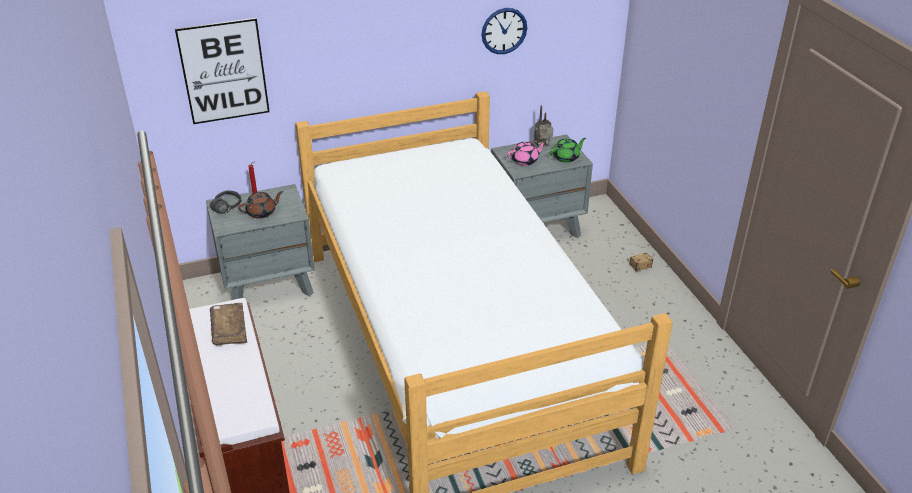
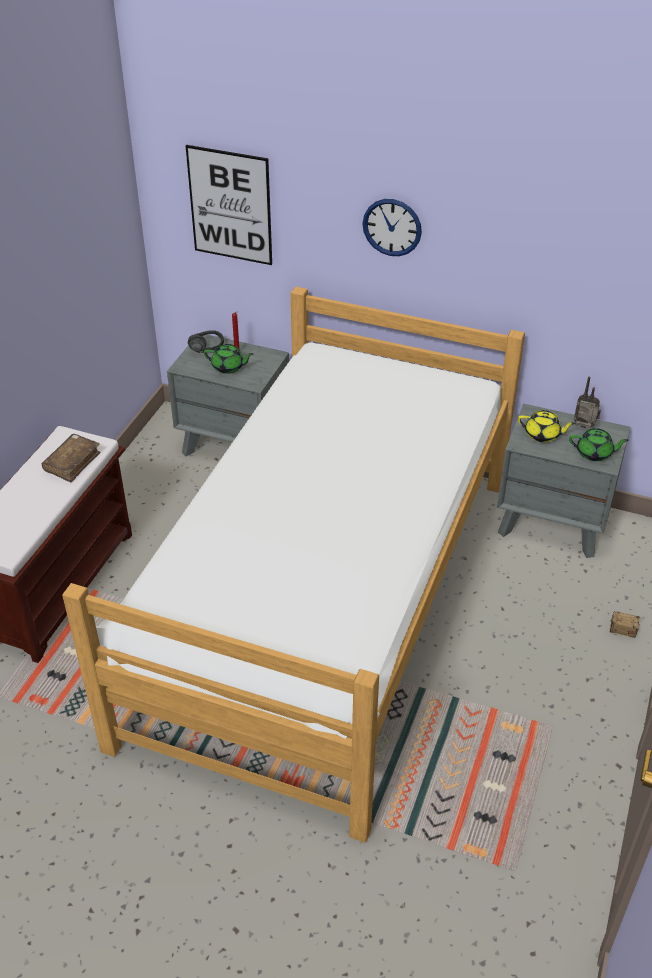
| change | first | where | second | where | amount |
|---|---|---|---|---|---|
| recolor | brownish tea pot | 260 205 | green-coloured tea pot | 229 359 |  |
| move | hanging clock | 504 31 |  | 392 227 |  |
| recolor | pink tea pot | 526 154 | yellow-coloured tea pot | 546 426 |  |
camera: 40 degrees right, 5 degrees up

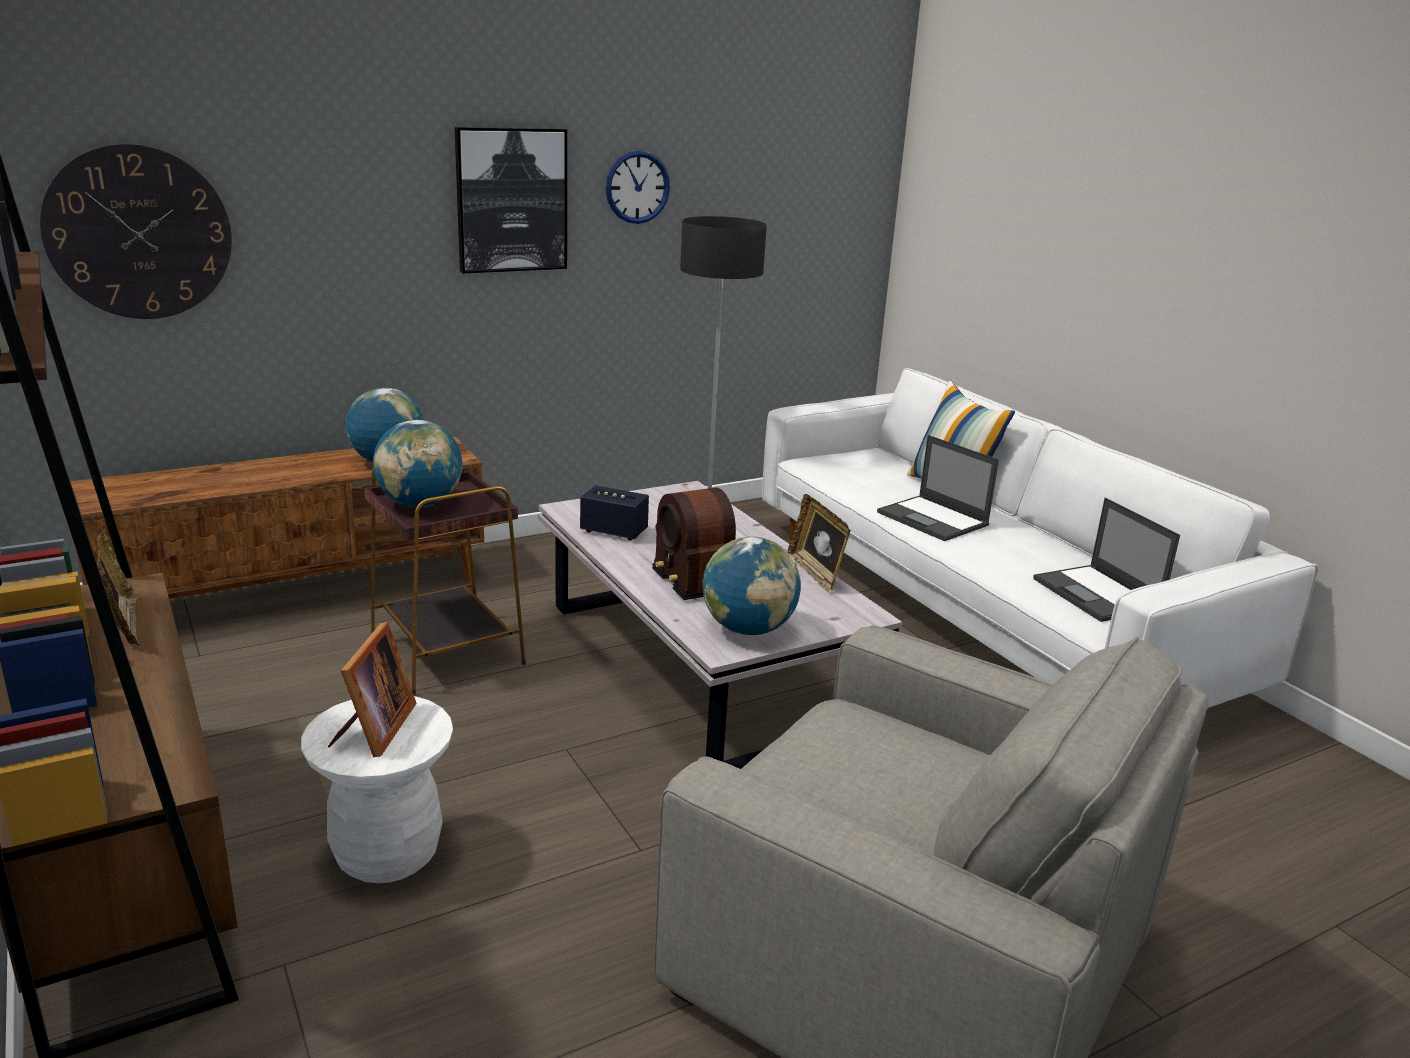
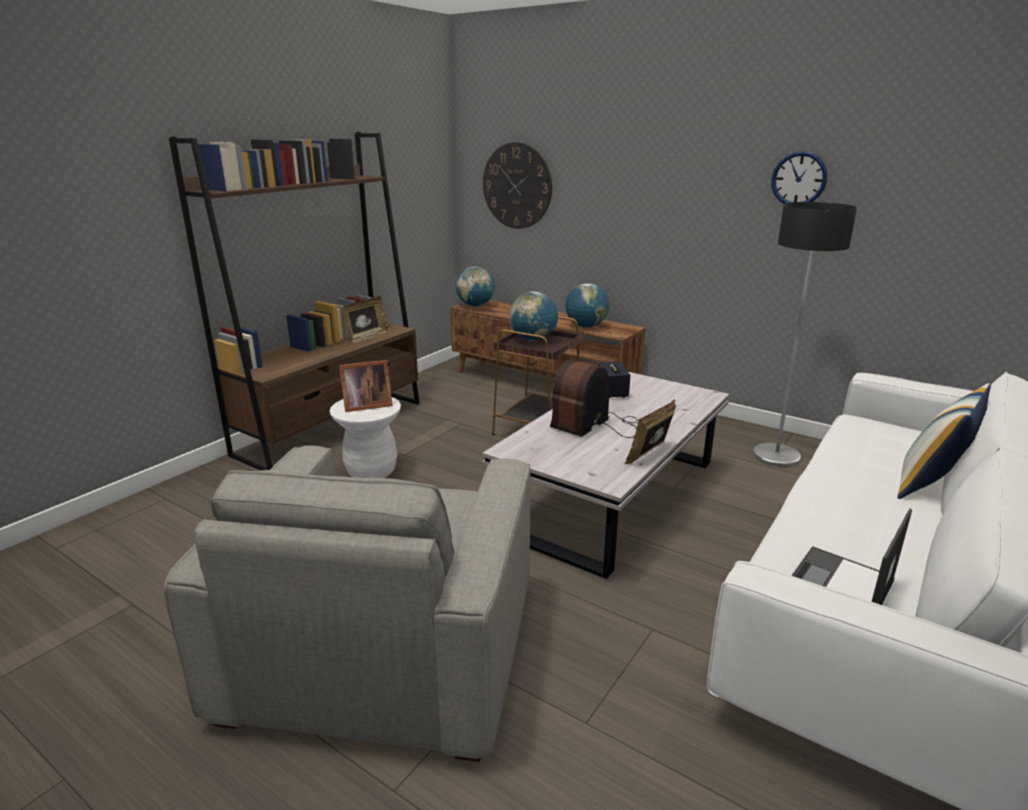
| change | first | where | second | where | amount |
|---|---|---|---|---|---|
| delete | wall picture | 511 200 |  |  |  |
| move | globe | 752 585 |  | 475 287 |  |
| delete | notebook computer | 938 488 |  |  |  |
camera: 65 degrees right, 0 degrees up

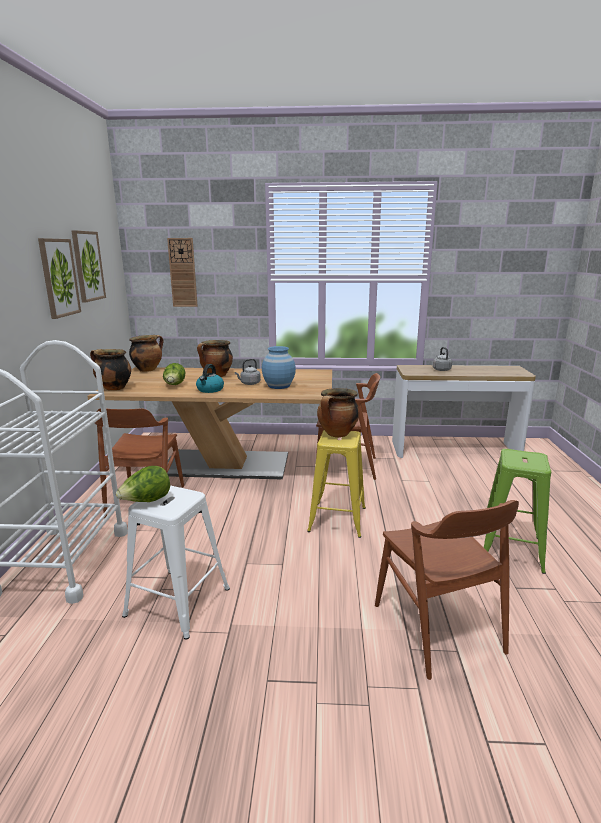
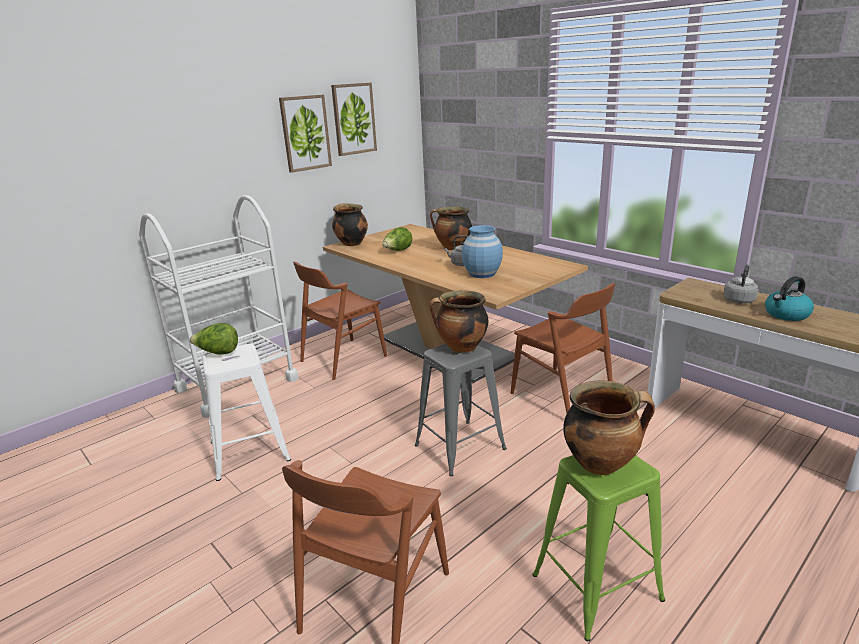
| change | first | where | second | where | amount |
|---|---|---|---|---|---|
| move | stockpot | 146 353 |  | 609 428 |  |
| delete | hanging clock | 182 272 |  |  |  |
| move | tea kettle | 210 378 |  | 789 298 |  |
| recolor | yellow-coloured sitting stool | 336 484 | gray sitting stool | 461 410 |  |
camera: 45 degrees right, 5 degrees up

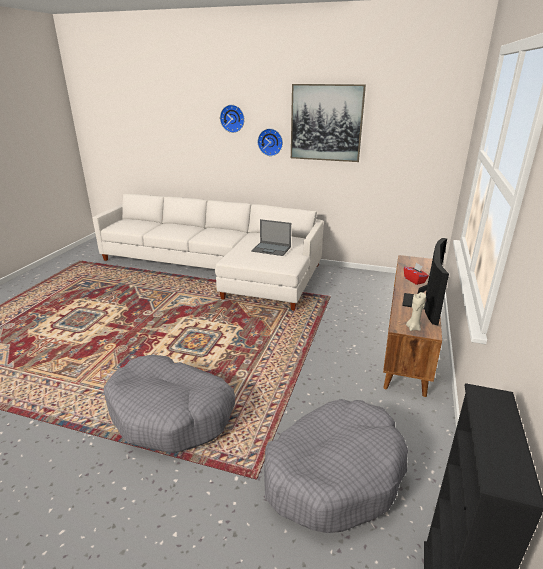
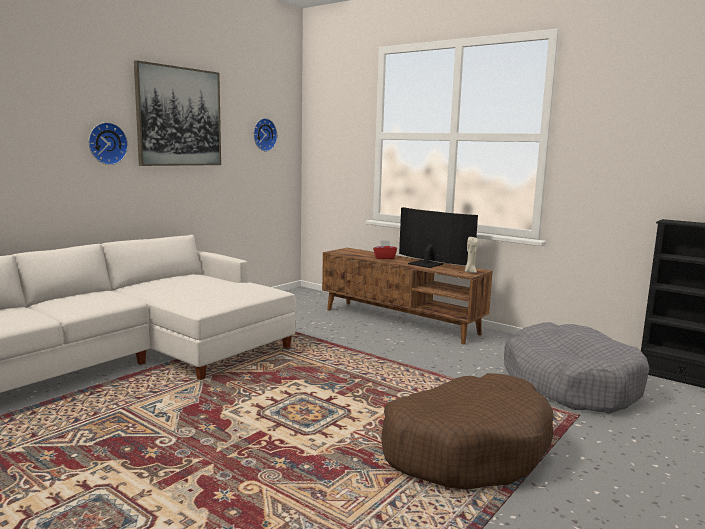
| change | first | where | second | where | amount |
|---|---|---|---|---|---|
| recolor | gray dog bed | 169 404 | brownish dog bed | 467 431 |  |
| move | hanging clock | 232 119 |  | 265 134 |  |
| delete | notebook computer | 271 237 |  |  |  |
camera: 70 degrees left, 15 degrees down

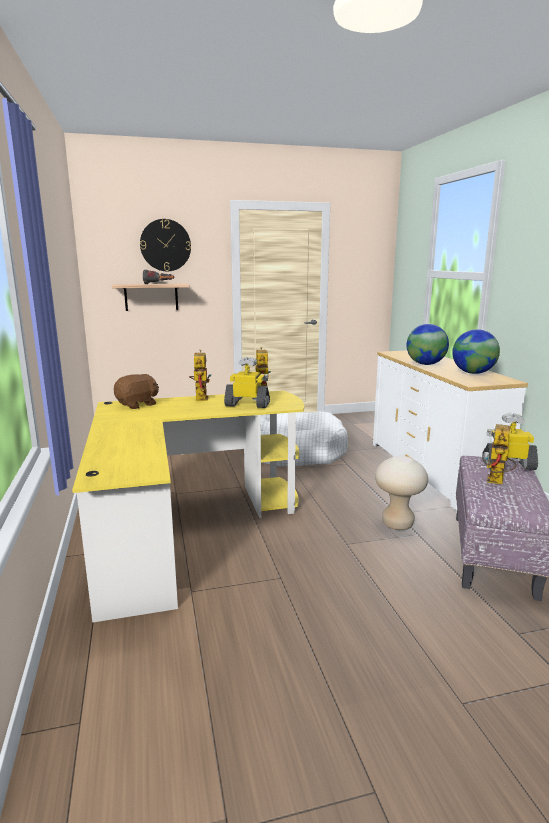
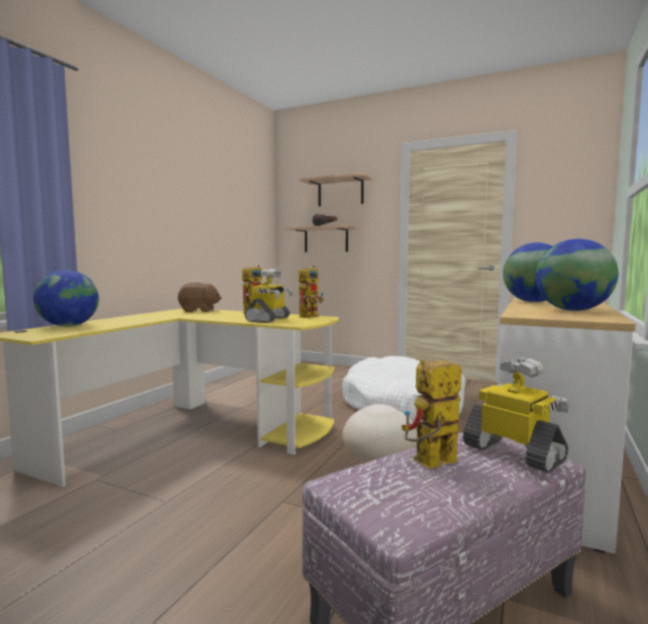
| change | first | where | second | where | amount |
|---|---|---|---|---|---|
| replace | hanging clock | 165 245 | wall shelf | 335 189 |  |
| rotate | robot figure | 247 382 |  | 269 296 | 60 degrees clockwise |
| insert |  |  | globe | 66 298 |  |
camera: 40 degrees right, 10 degrees down

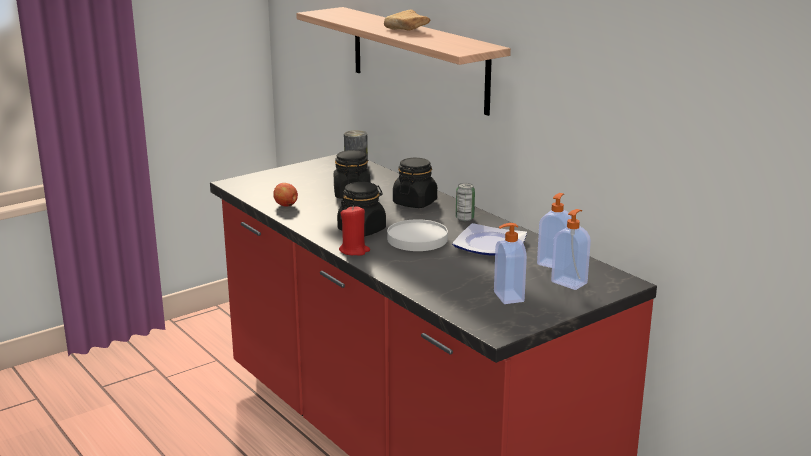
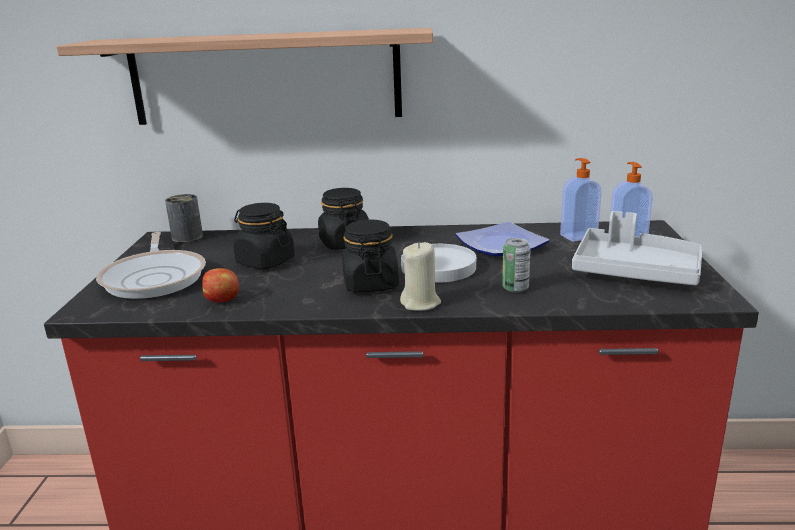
| change | first | where | second | where | amount |
|---|---|---|---|---|---|
| recolor | red wax candle | 354 230 | beige-coloured wax candle | 420 276 |  |
| delete | baked bread | 407 19 |  |  |  |
| move | metal can | 465 202 |  | 516 265 |  |
| replace | liquid soap bottle | 510 263 | gray serving tray | 637 248 |  |
| insert |  |  | skillet | 151 265 |  |
camera: 50 degrees left, 0 degrees up

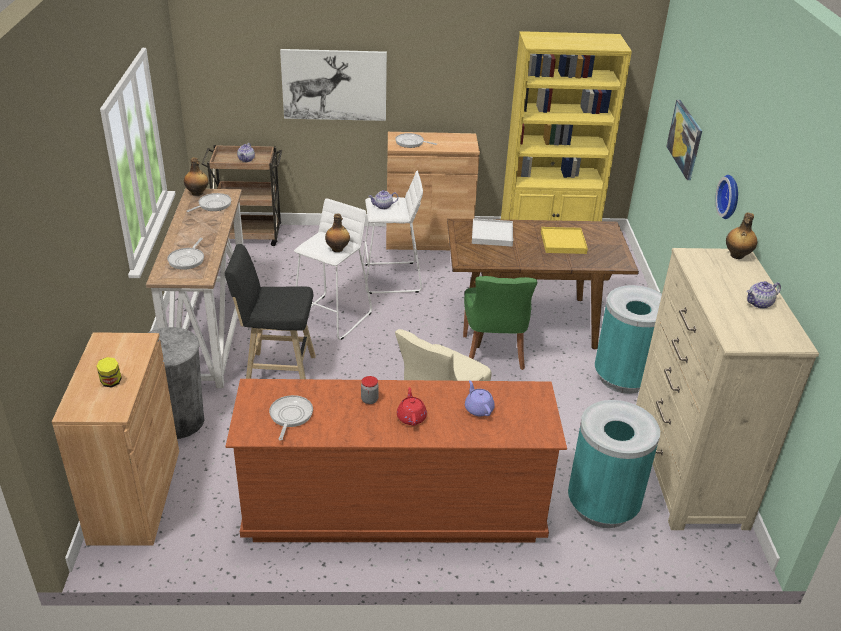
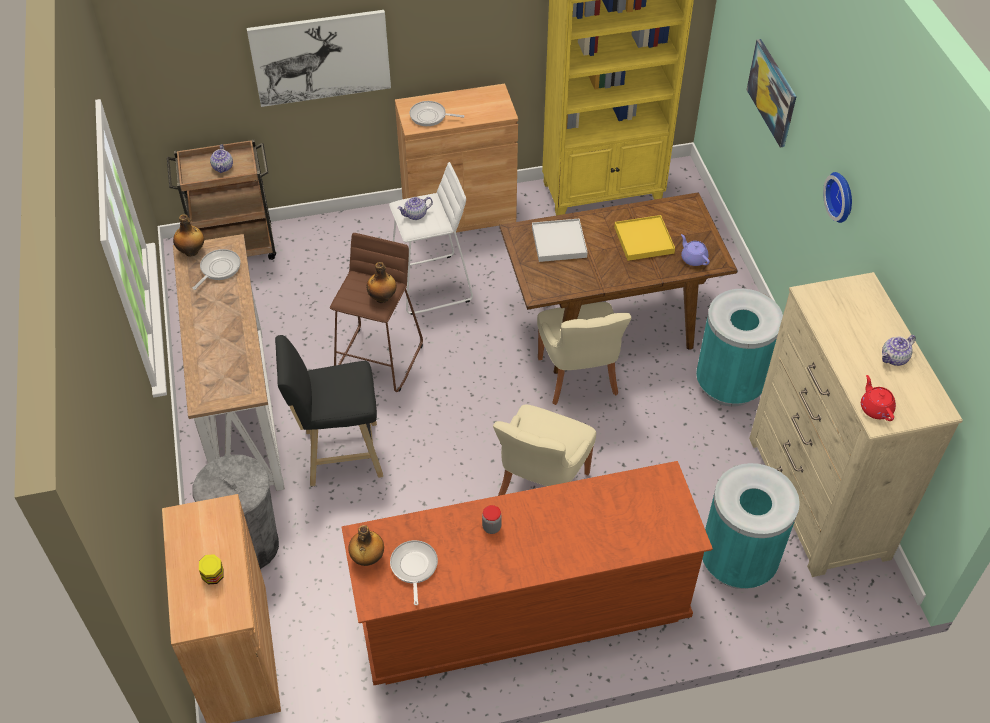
| change | first | where | second | where | amount |
|---|---|---|---|---|---|
| delete | skillet | 185 254 |  |  |  |
| recolor | whitish sitting stool | 333 269 | brownish sitting stool | 376 312 |  |
| move | red tea pot | 412 406 |  | 878 398 |  |
| recolor | green-coloured upright chair | 500 323 | beige-coloured upright chair | 584 353 |  |
| move | purplish tea pot | 480 398 |  | 695 250 |  |
| move | bottle | 741 236 |  | 366 545 |  |
camera: 10 degrees left, 15 degrees up

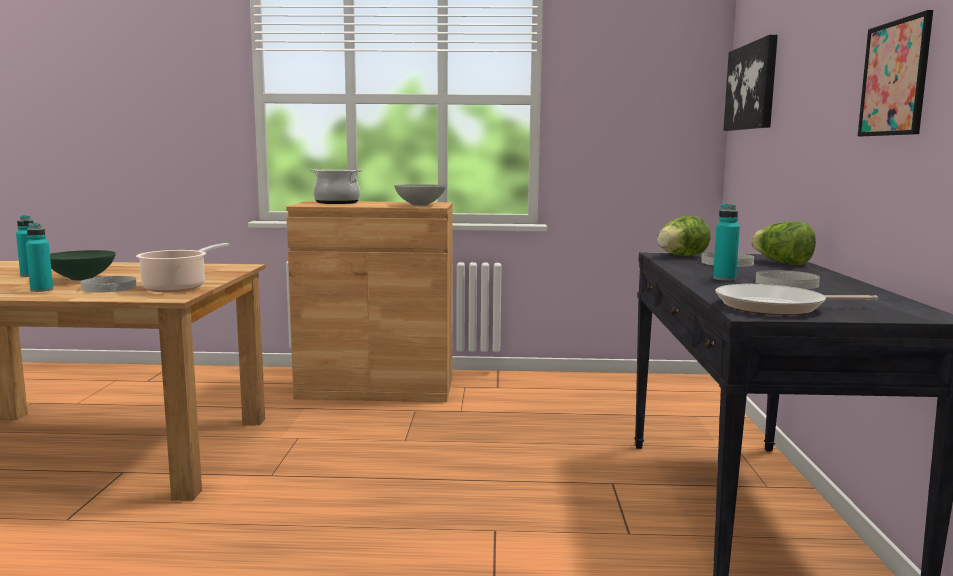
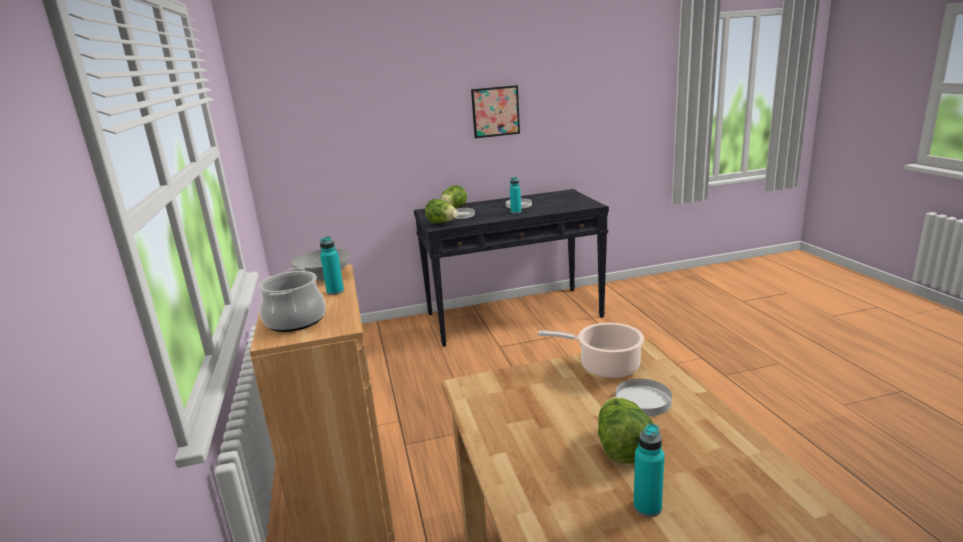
| change | first | where | second | where | amount |
|---|---|---|---|---|---|
| move | turquoise bottle | 39 257 |  | 332 265 |  |
| replace | green-coloured serving bowl | 83 265 | lettuce head | 626 430 |  |
| delete | skillet | 796 299 |  |  |  |
| delete | wall picture | 750 82 |  |  |  |
camera: 105 degrees left, 10 degrees up

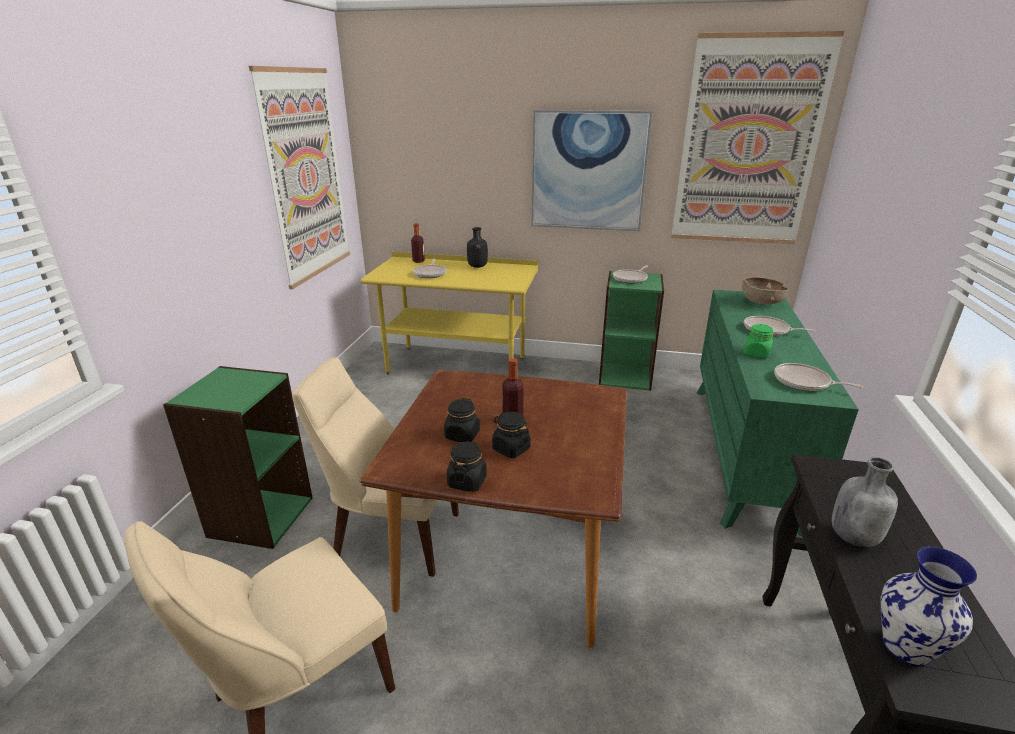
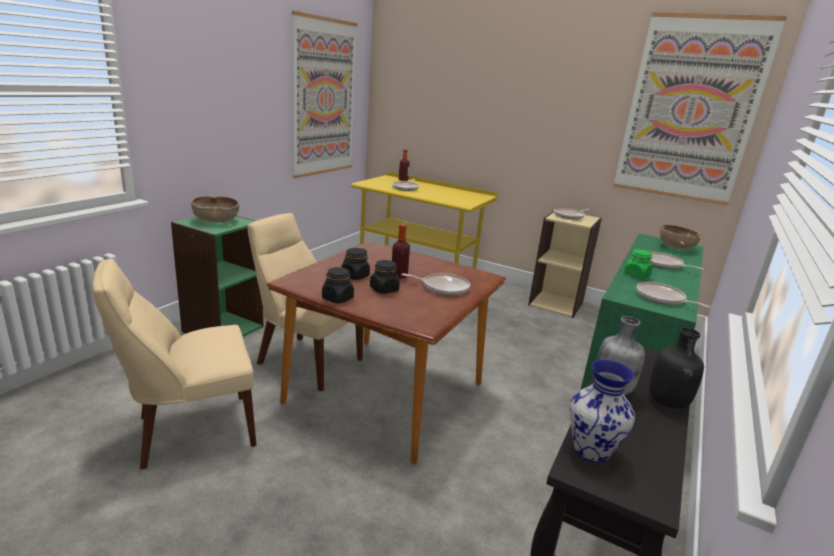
| change | first | where | second | where | amount |
|---|---|---|---|---|---|
| move | black-coloured bottle | 477 247 |  | 676 368 |  |
| delete | wall picture | 592 170 |  |  |  |
| recolor | green-coloured bookcase | 631 331 | beige-coloured bookcase | 565 264 |  |
| insert |  |  | brownish serving bowl | 215 209 |  |
| insert |  |  | skillet | 435 284 |  |
camera: 15 degrees right, 5 degrees down

